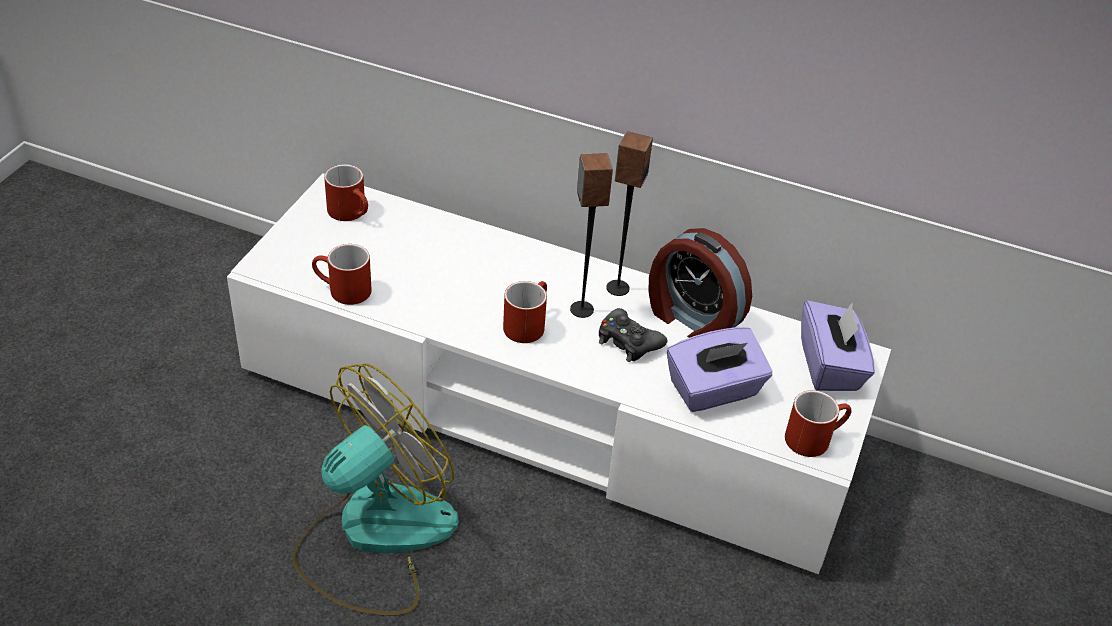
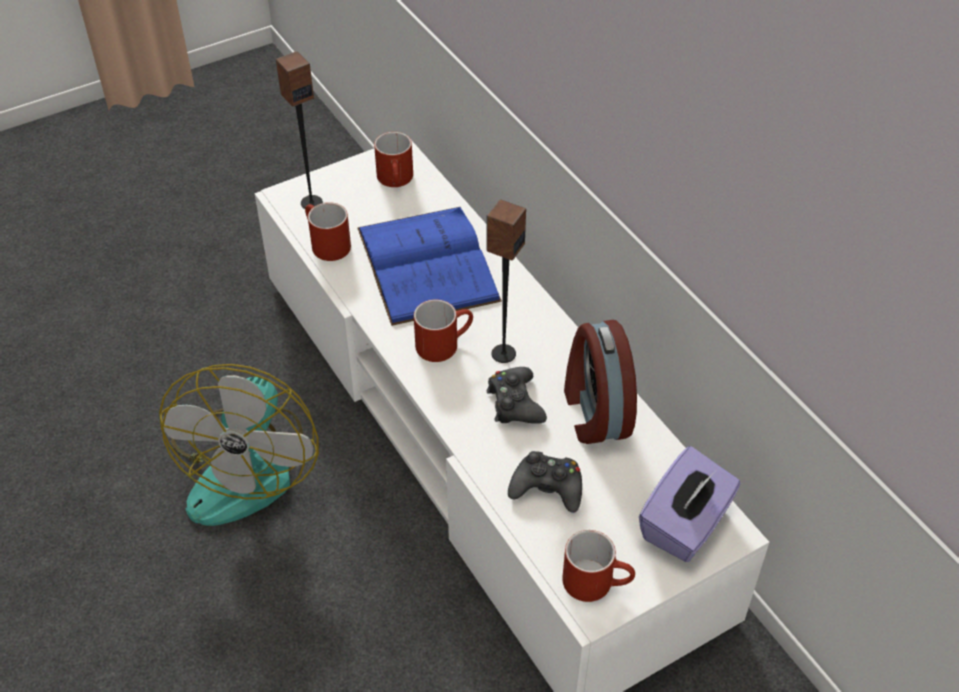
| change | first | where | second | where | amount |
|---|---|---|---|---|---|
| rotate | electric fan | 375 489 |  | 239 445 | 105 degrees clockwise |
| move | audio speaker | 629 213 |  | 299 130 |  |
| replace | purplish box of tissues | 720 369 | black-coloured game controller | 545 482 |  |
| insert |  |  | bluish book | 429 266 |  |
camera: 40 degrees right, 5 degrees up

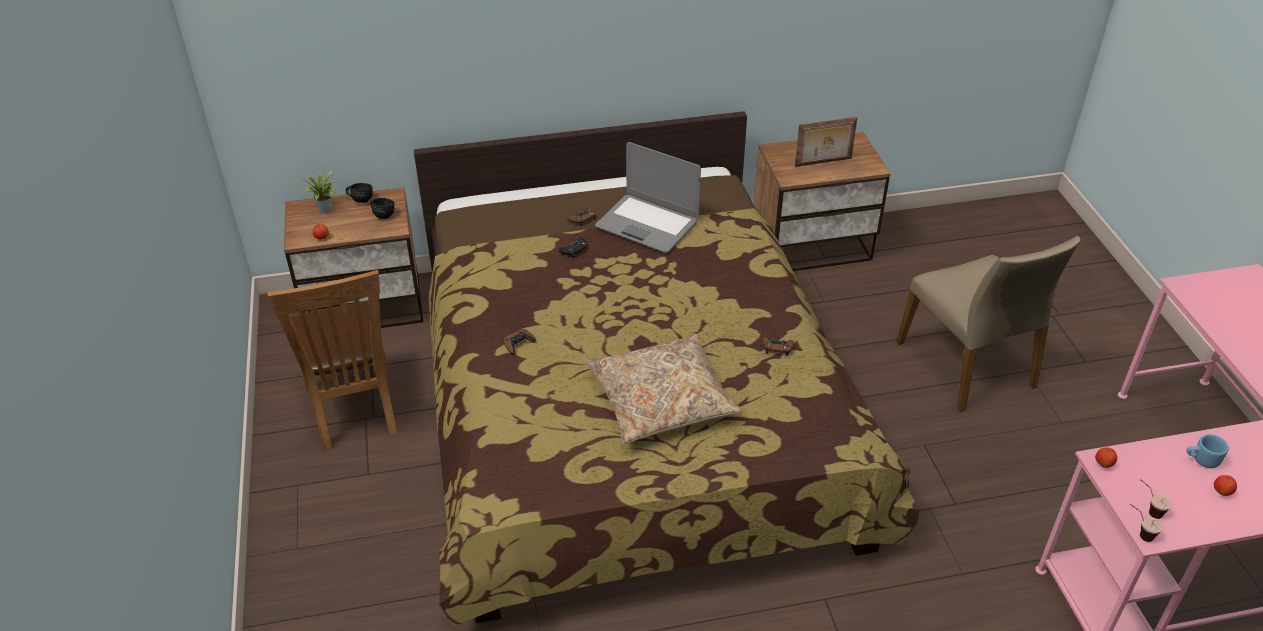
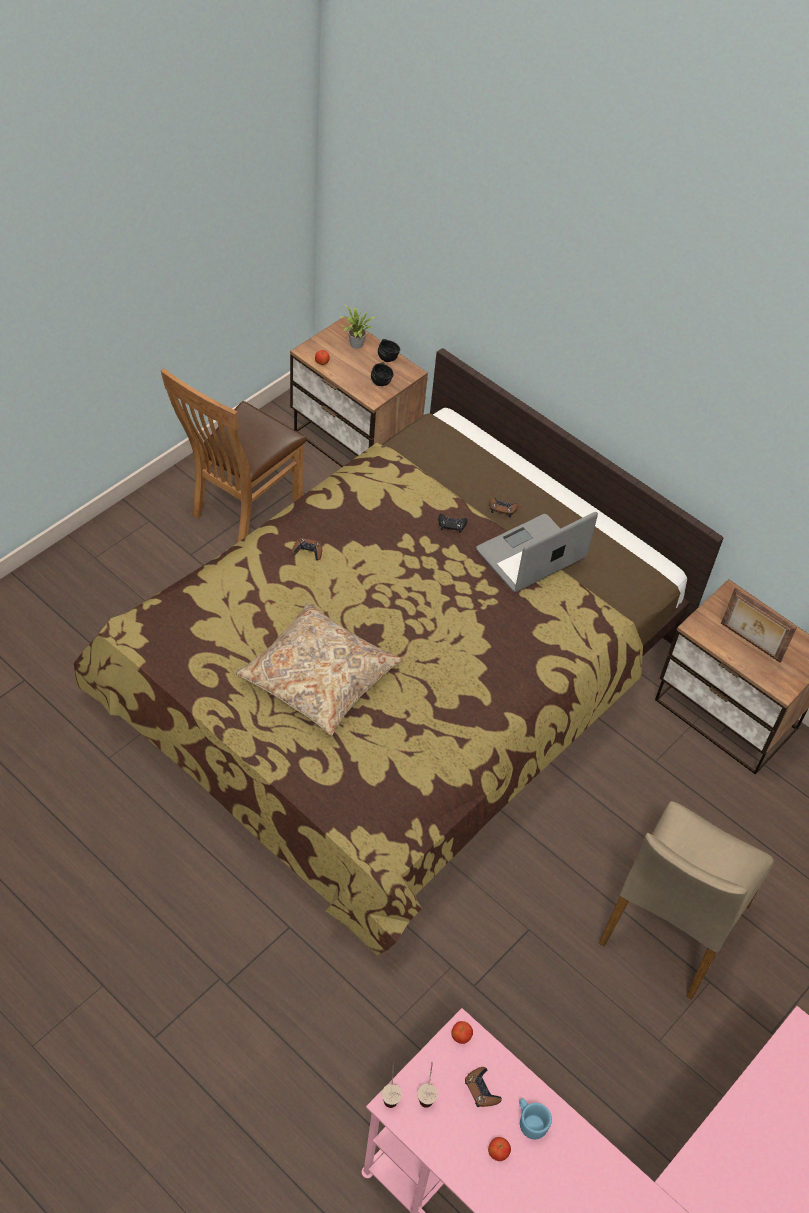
| change | first | where | second | where | amount |
|---|---|---|---|---|---|
| rotate | notebook computer | 648 197 |  | 537 552 | 60 degrees clockwise |
| move | brownish game controller | 778 346 |  | 483 1087 |  |
camera: 50 degrees right, 10 degrees up

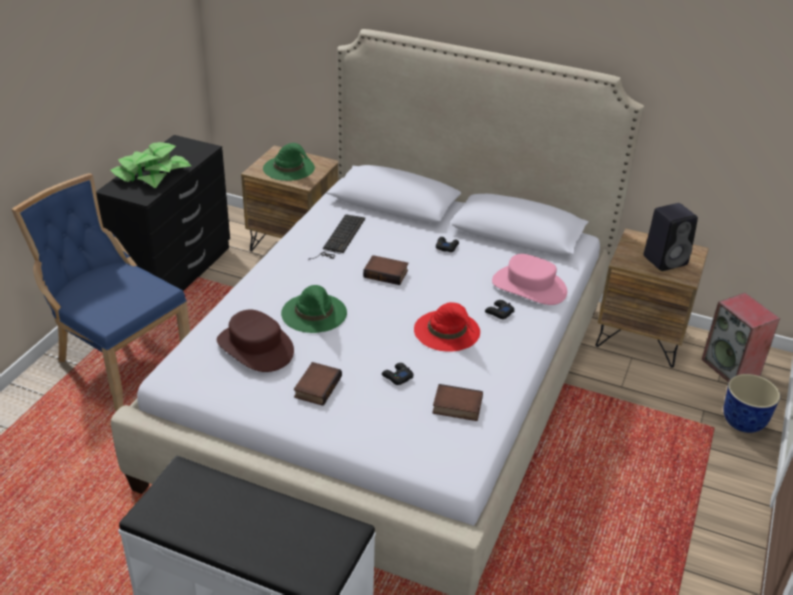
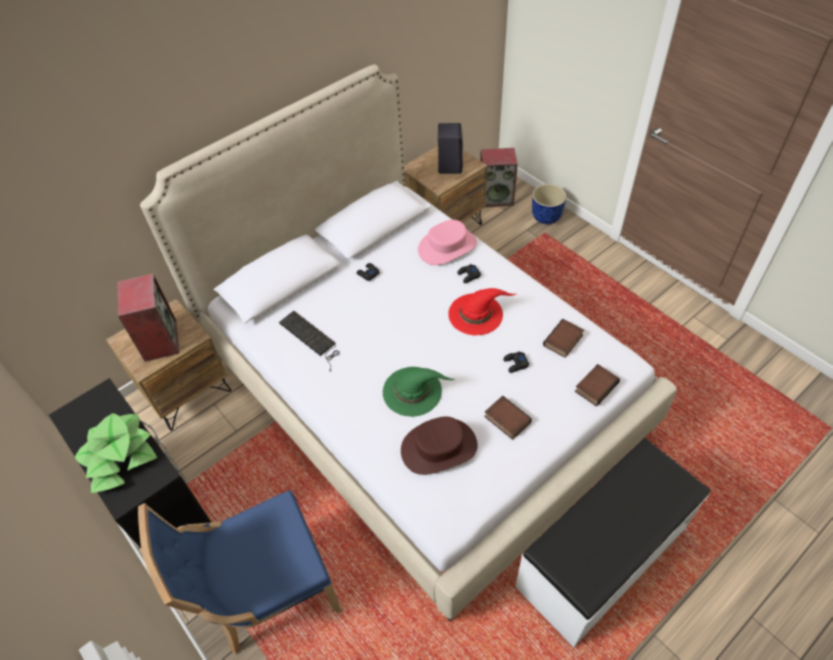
| change | first | where | second | where | amount |
|---|---|---|---|---|---|
| replace | green-coloured clothing hat | 289 162 | audio speaker | 148 318 |  |
| move | book | 385 270 |  | 597 385 |  |
camera: 60 degrees left, 15 degrees up

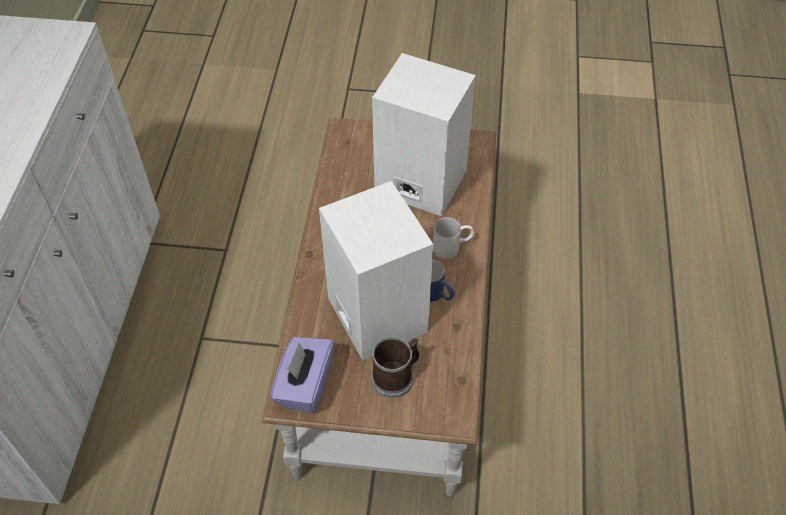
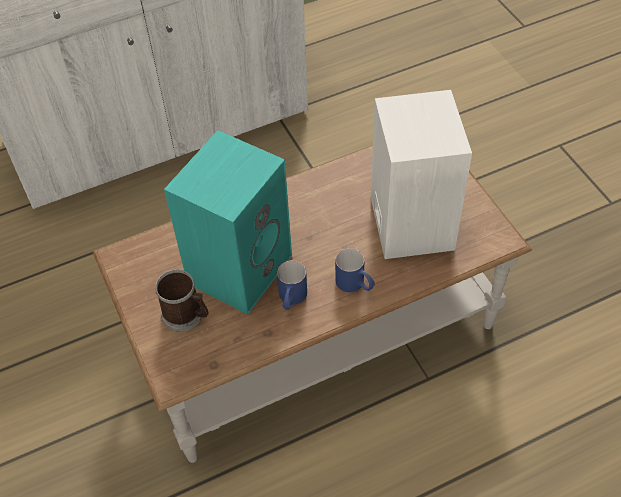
| change | first | where | second | where | amount |
|---|---|---|---|---|---|
| delete | purplish box of tissues | 302 375 |  |  |  |
| recolor | whitish audio speaker | 376 271 | turquoise audio speaker | 228 222 |  |
| recolor | whitish coffee mug | 453 238 | bluish coffee mug | 355 270 |  |
camera: 60 degrees right, 0 degrees up

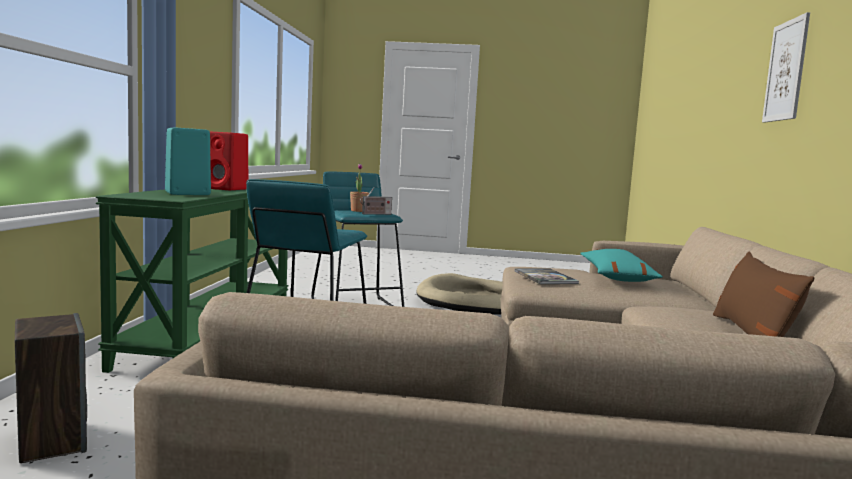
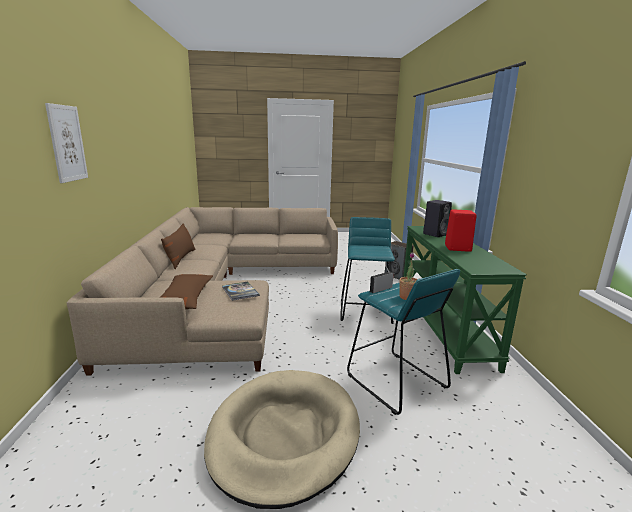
| change | first | where | second | where | amount |
|---|---|---|---|---|---|
| recolor | turquoise audio speaker | 188 161 | black-coloured audio speaker | 437 218 |  |
| recolor | turquoise throw pillow | 621 265 | brownish throw pillow | 186 291 |  |
camera: 170 degrees right, 10 degrees up

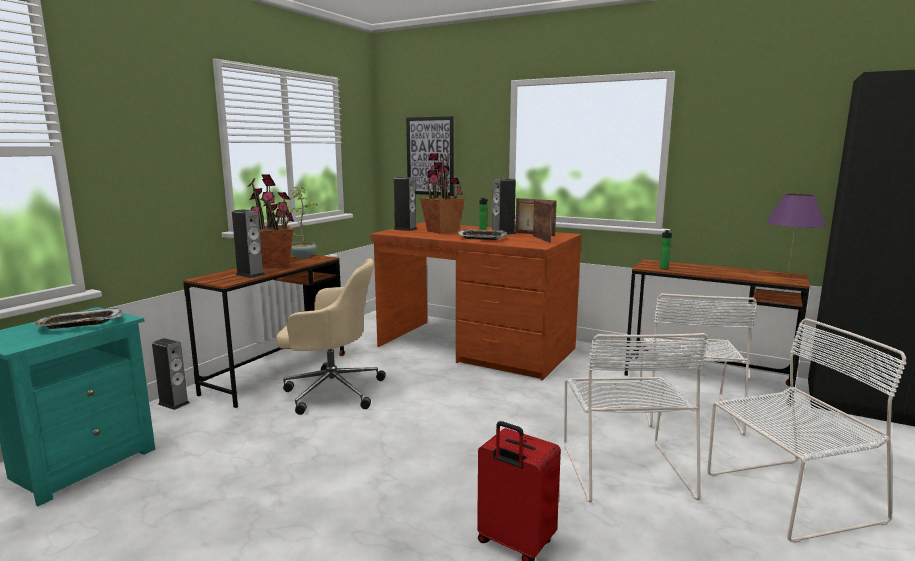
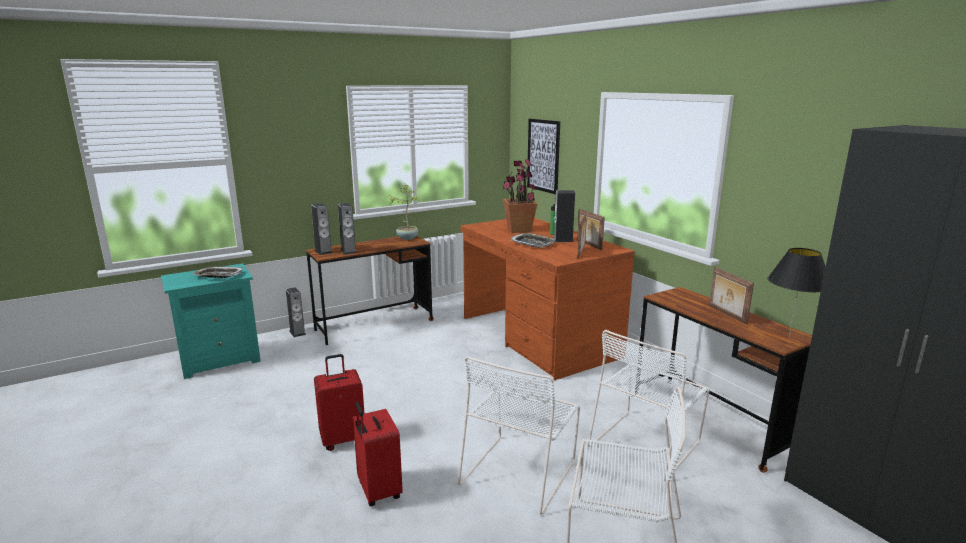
| change | first | where | second | where | amount |
|---|---|---|---|---|---|
| delete | potted plant | 270 221 |  |  |  |
| delete | beige-coloured office chair | 331 336 |  |  |  |
| move | audio speaker | 405 204 |  | 322 229 |  |
| delete | bottle | 665 249 |  |  |  |
| recolor | purplish lamp for a table | 796 235 | black-coloured lamp for a table | 796 293 |  |
| insert |  |  | red suitcase | 339 402 |  |
| insert |  |  | picture frame | 731 295 |  |
camera: 30 degrees right, 5 degrees up

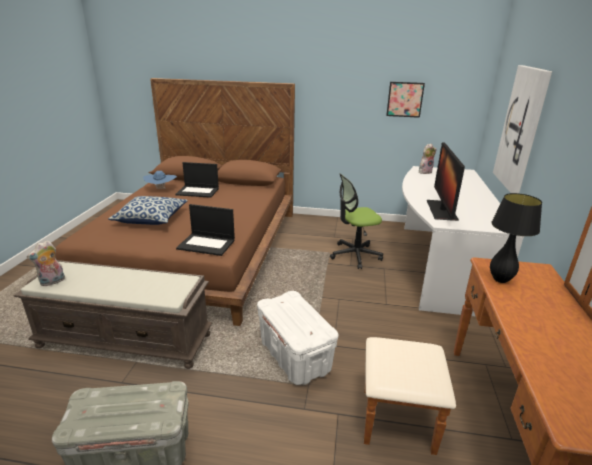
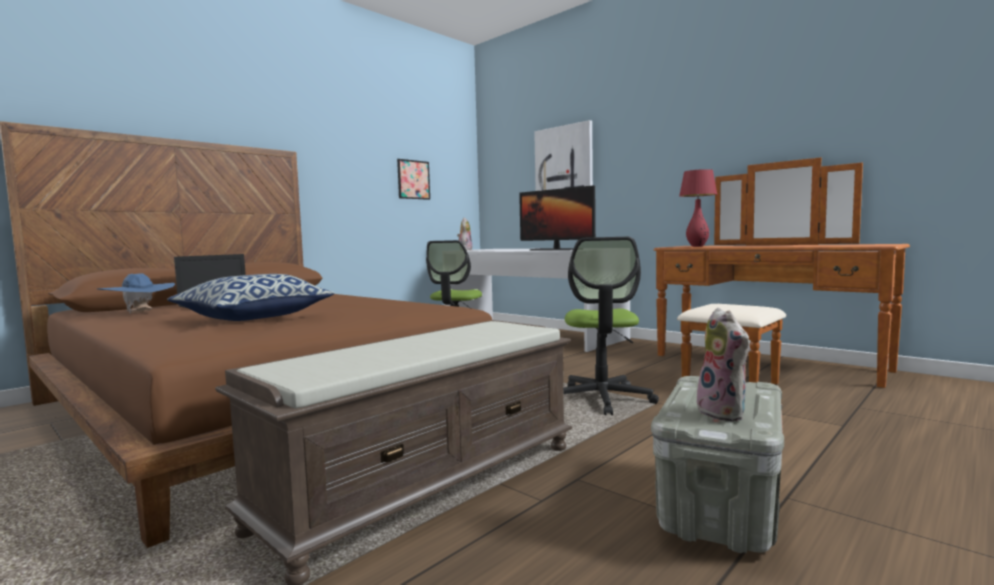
| change | first | where | second | where | amount |
|---|---|---|---|---|---|
| move | plush toy | 46 263 |  | 722 364 |  |
| delete | notebook computer | 205 230 |  |  |  |
| replace | whitish storage box | 297 338 | office chair | 611 326 |  |
| recolor | black-coloured lamp for a table | 516 238 | red lamp for a table | 698 208 |  |
camera: 55 degrees left, 20 degrees down

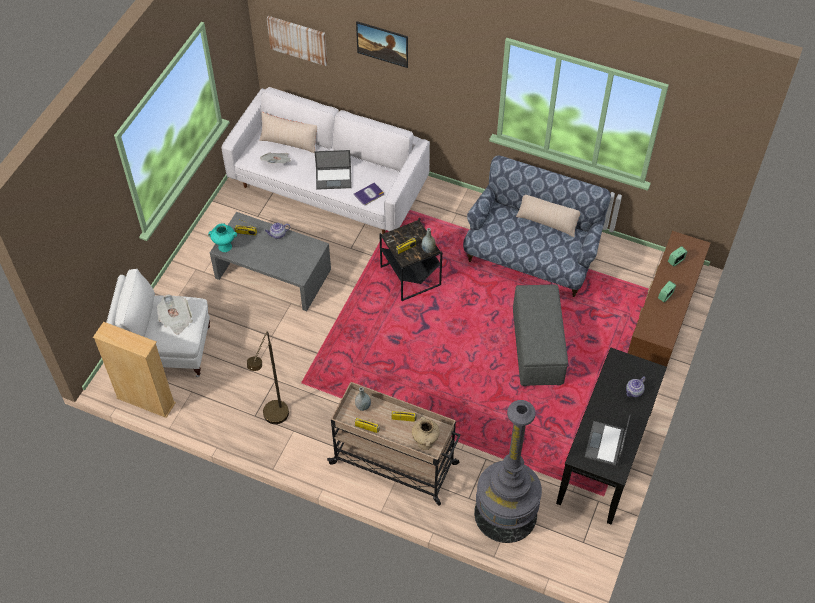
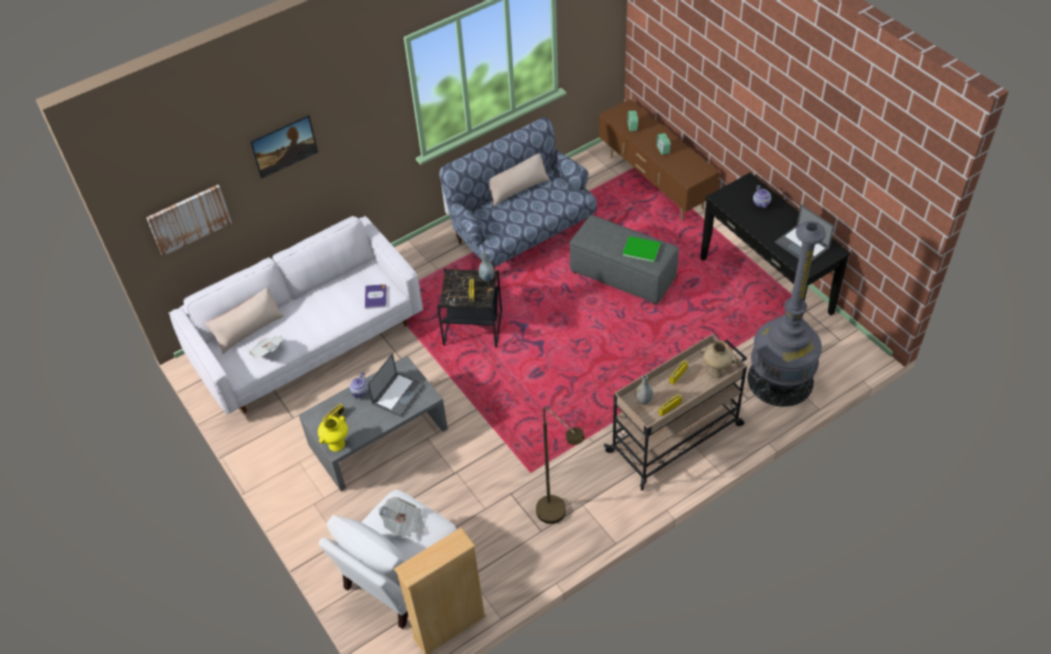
| change | first | where | second | where | amount |
|---|---|---|---|---|---|
| recolor | turquoise flower vase | 222 237 | yellow-coloured flower vase | 333 434 |  |
| move | notebook computer | 333 170 |  | 396 385 |  |
| insert |  |  | green-coloured book | 641 249 |  |
camera: 55 degrees left, 5 degrees down

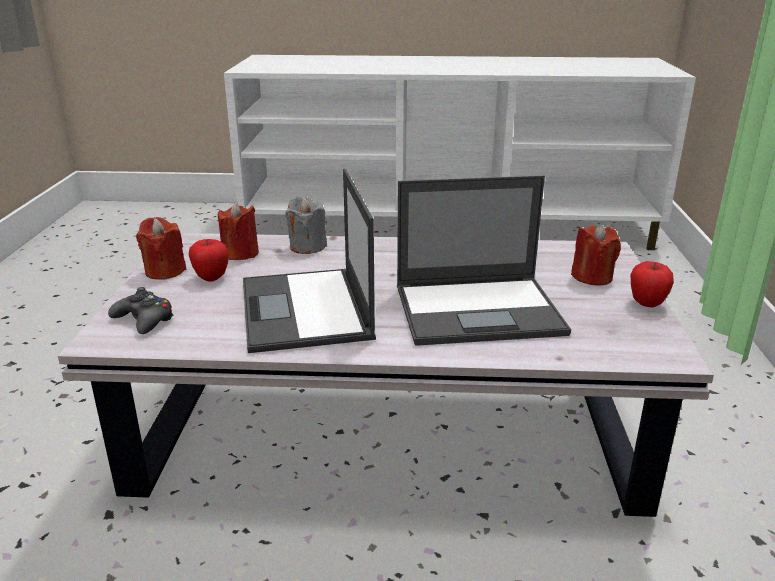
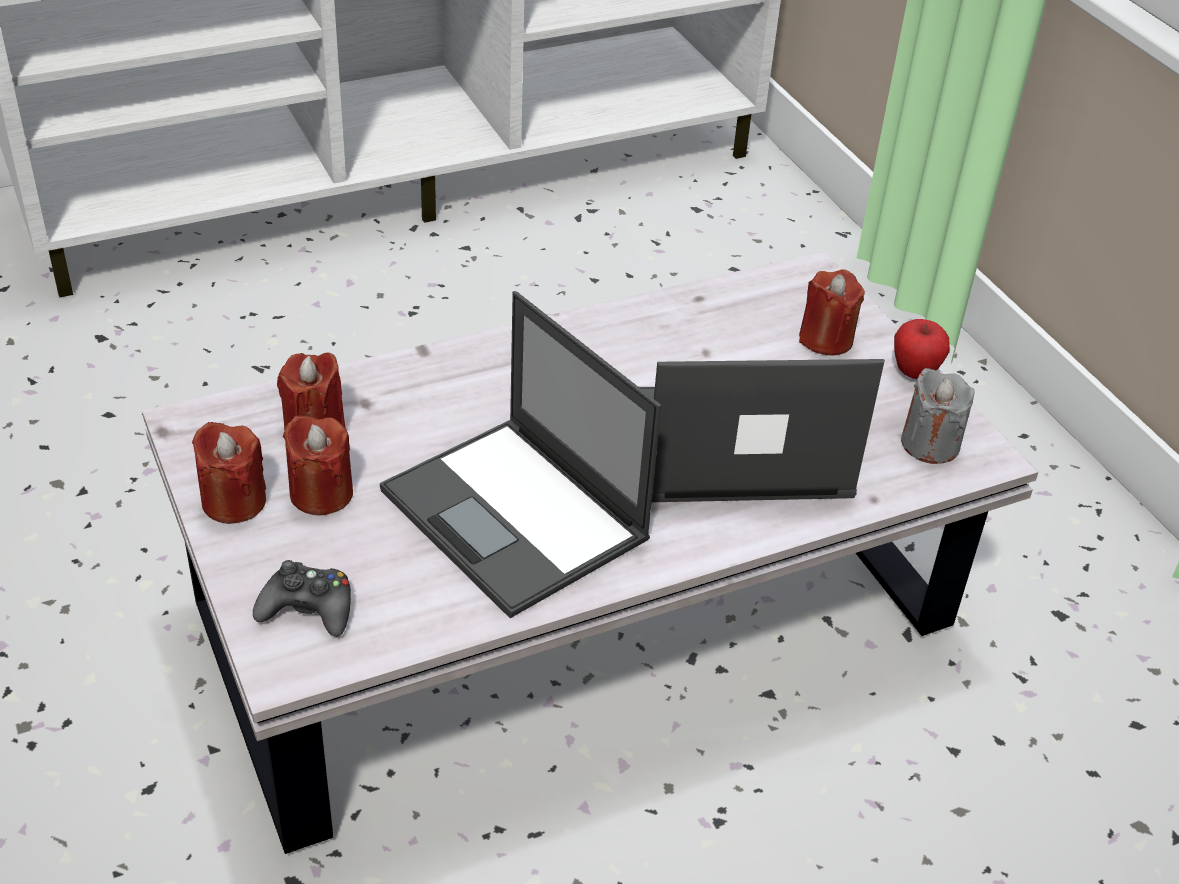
| change | first | where | second | where | amount |
|---|---|---|---|---|---|
| replace | whole apple | 209 260 | red wax candle | 318 465 |  |
| move | gray wax candle | 306 225 |  | 938 416 |  |
| rotate | notebook computer | 484 261 |  | 762 430 | 150 degrees counterclockwise |
camera: 30 degrees left, 15 degrees up

